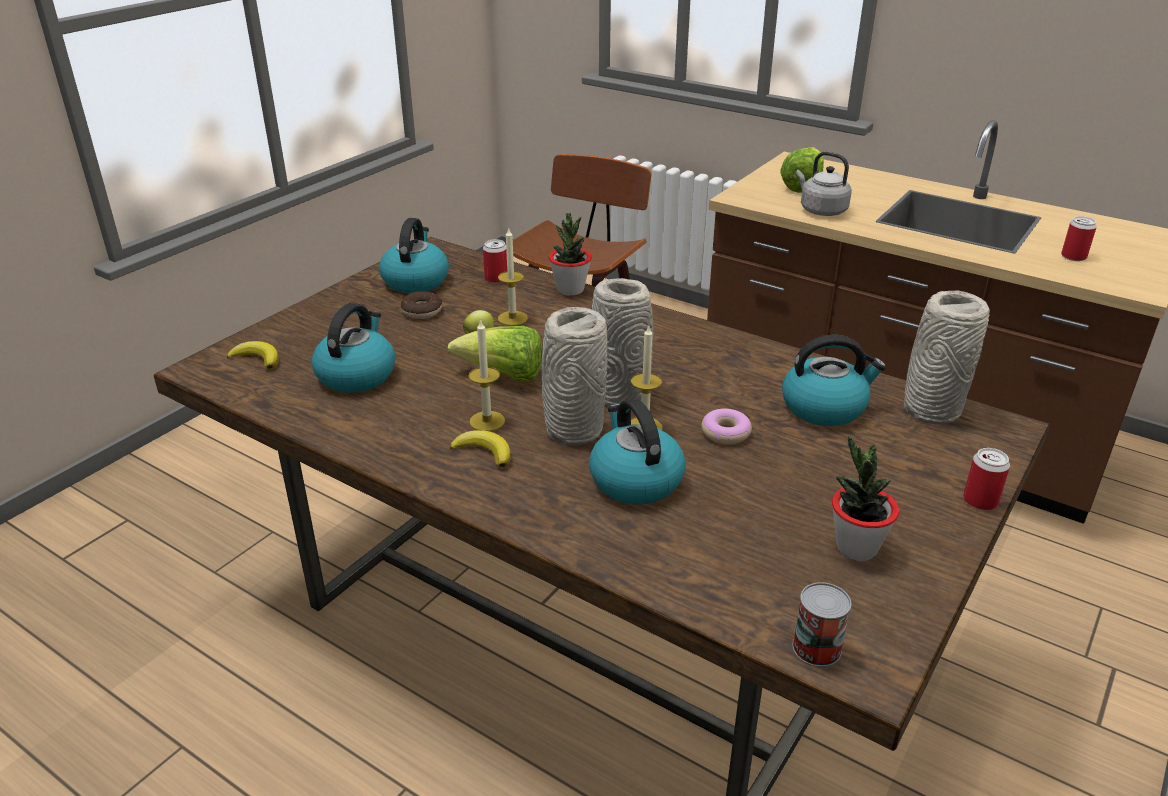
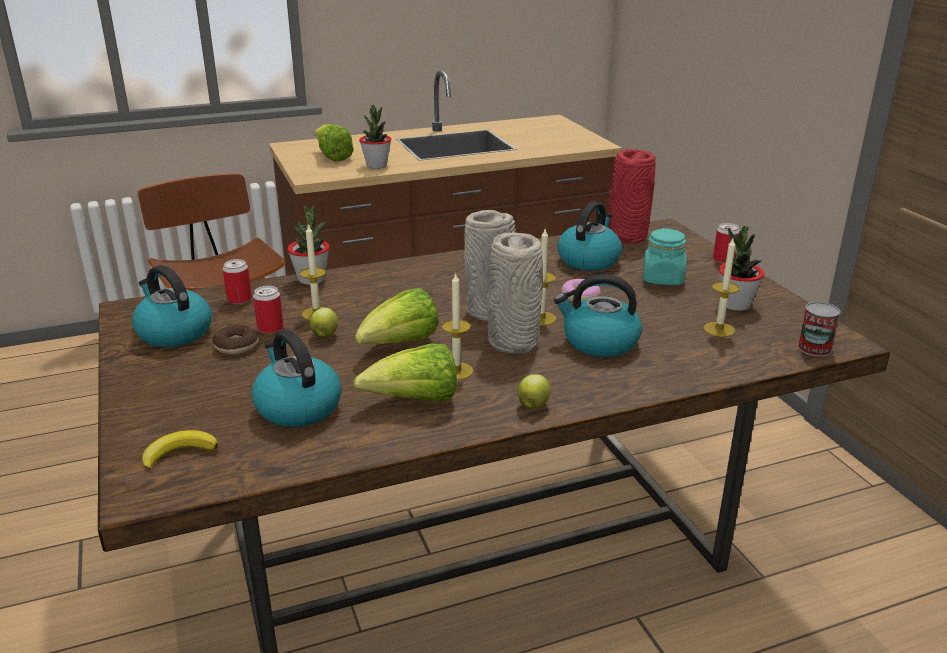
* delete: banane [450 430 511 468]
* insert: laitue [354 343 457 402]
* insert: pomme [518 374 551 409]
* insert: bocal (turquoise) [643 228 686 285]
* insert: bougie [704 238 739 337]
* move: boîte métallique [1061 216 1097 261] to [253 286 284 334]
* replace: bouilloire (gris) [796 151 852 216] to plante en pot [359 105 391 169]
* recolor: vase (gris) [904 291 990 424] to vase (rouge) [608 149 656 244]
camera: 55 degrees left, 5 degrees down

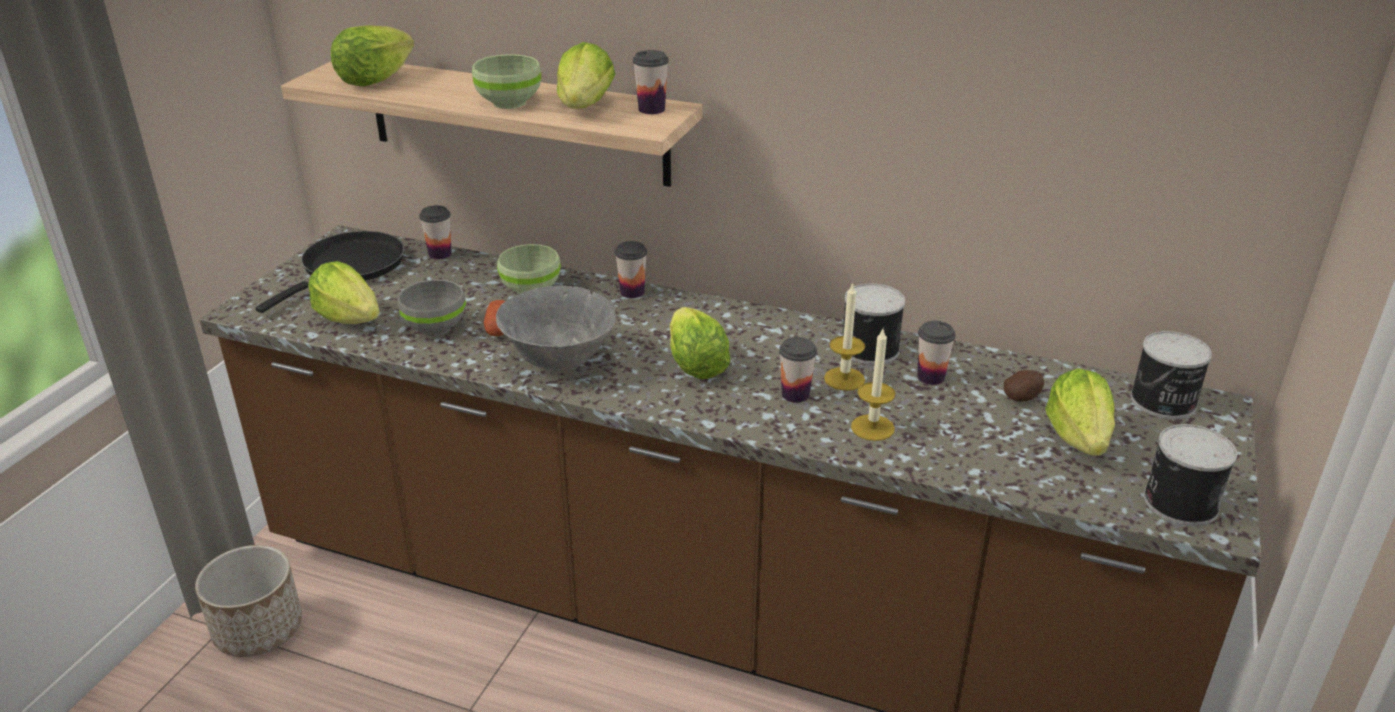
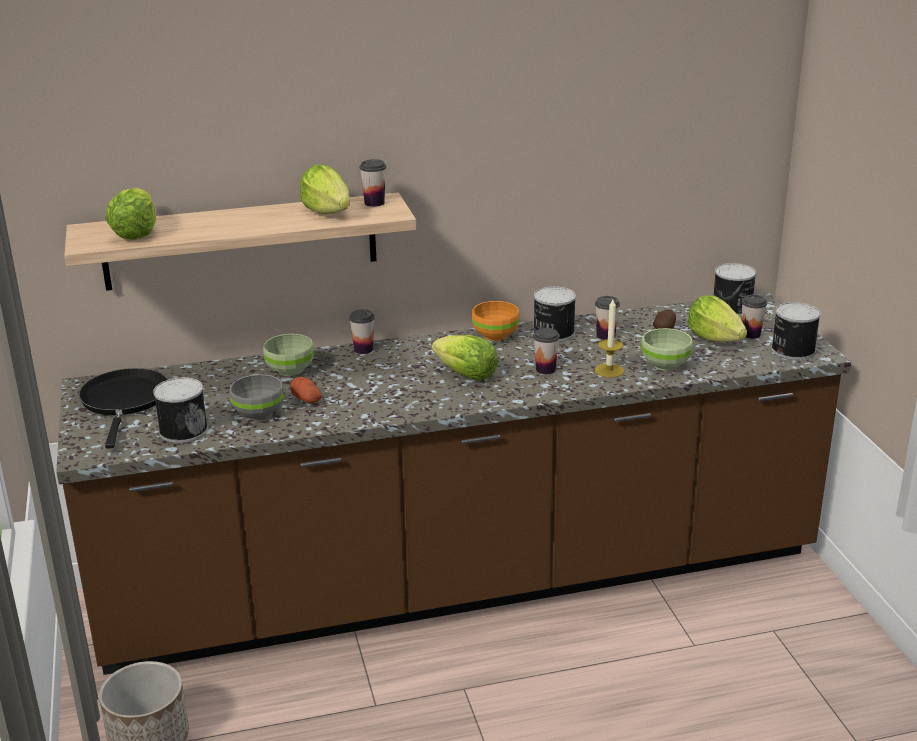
* delete: bol (gris) [496 286 616 370]
* delete: bougie [824 282 865 391]
* insert: bol (orange) [472 301 520 341]
* move: tasse [419 205 452 259] to [742 295 767 339]
* move: bol (vert) [472 54 541 109] to [641 328 693 371]
* replace: laitue [308 261 380 324] to boîte métallique [153 377 208 443]
camera: 35 degrees left, 5 degrees down

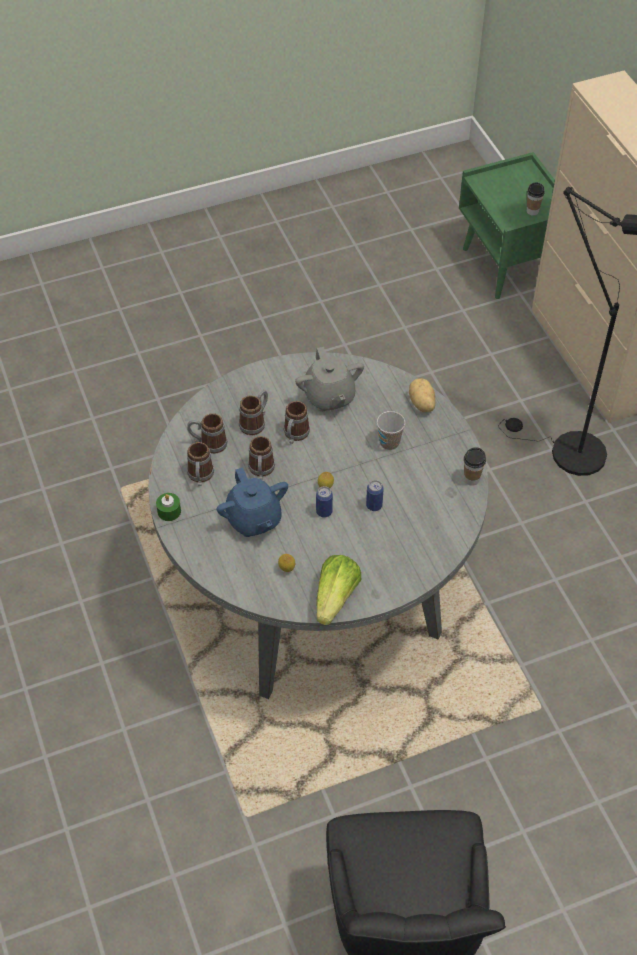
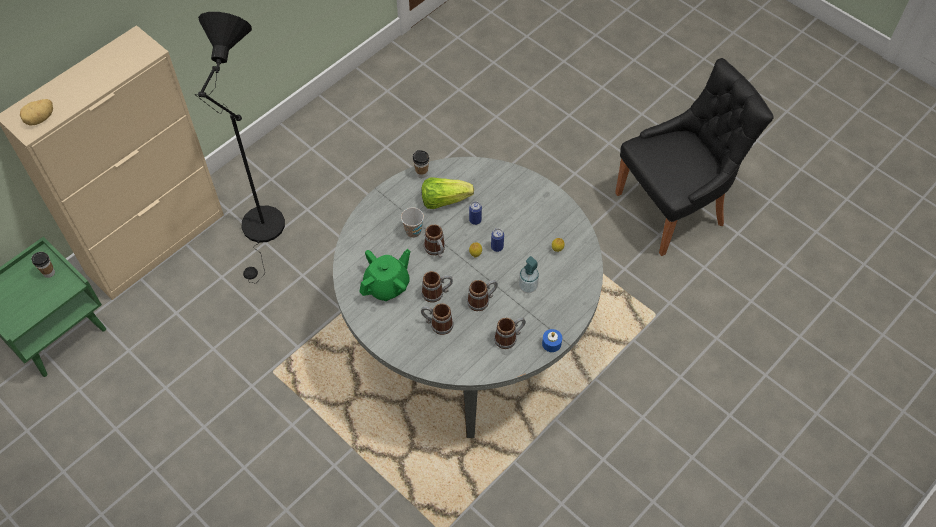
* move: mug [187 413 228 454] to [424 224 445 258]
* move: laitue [316 555 361 625] to [421 177 474 209]
* move: pomme de terre [409 378 435 412] to [20 99 53 126]
* replace: théière (bleu) [217 468 288 537] to distributeur de savon [519 256 539 293]
* recolor: bougie (vert) [156 493 181 521] to bougie (bleu) [542 329 562 352]
* recolor: théière (gris) [295 347 364 412] to théière (vert) [359 249 410 301]
camera: 115 degrees left, 5 degrees up

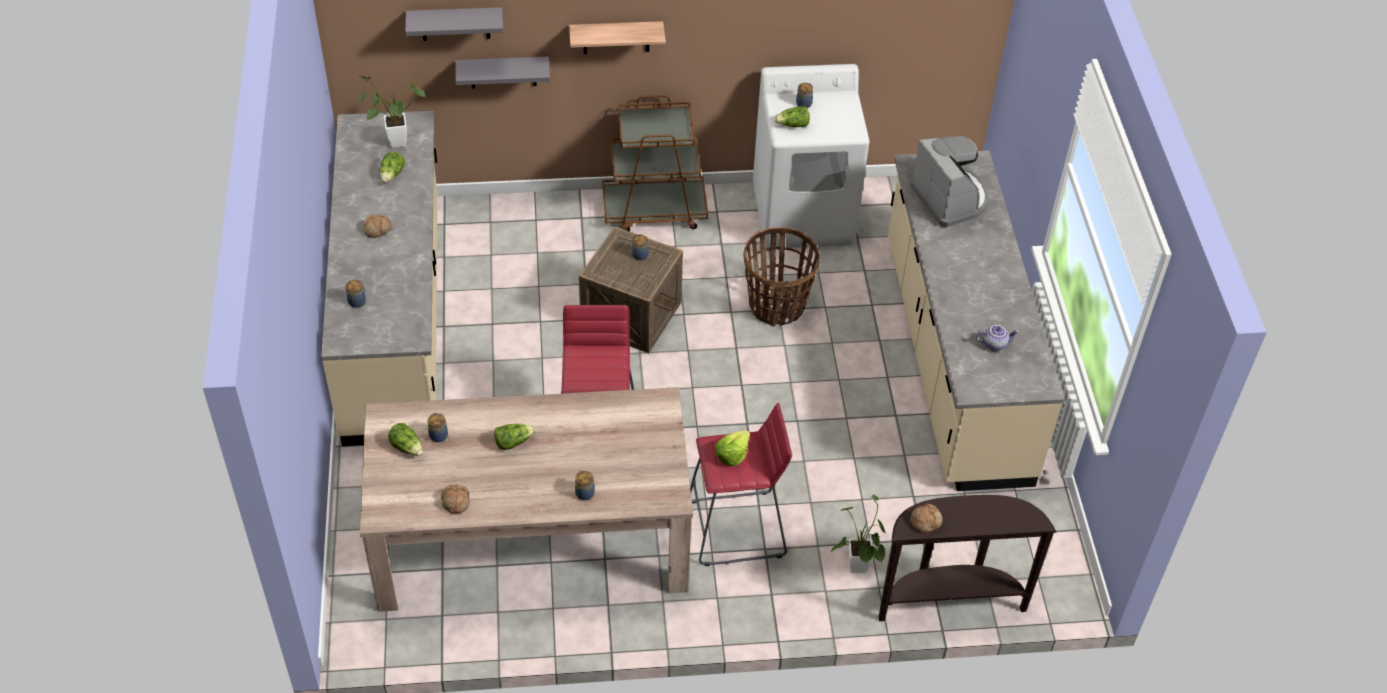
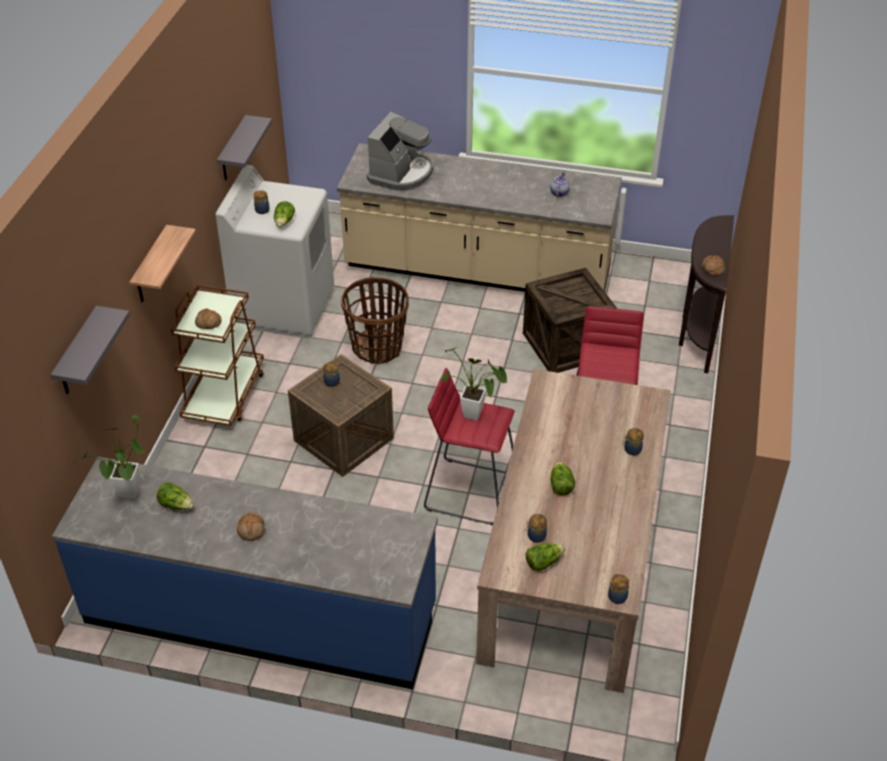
* delete: laitue [715 430 750 466]
* insert: caisse [523 268 617 373]
* move: bocal [346 280 366 308] to [608 574 629 604]
* move: pain [441 484 470 514] to [195 308 222 329]
* move: étagère (gris) [455 57 550 88] to [217 115 272 181]
* move: plante en pot [831 494 886 573] to [440 347 507 421]
* recolor: comptoir de cuisine (beige) [321 111 438 446] to comptoir de cuisine (bleu) [52 456 438 690]
* rotate: machine à café [910 136 989 228] = [367 112 433 191] 120 degrees clockwise
camera: 70 degrees left, 5 degrees down

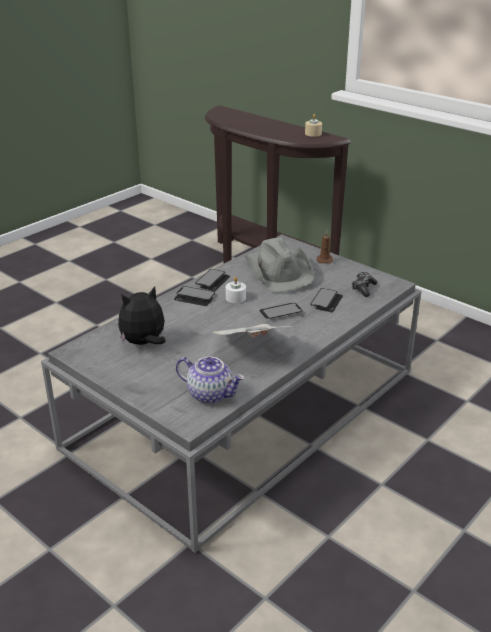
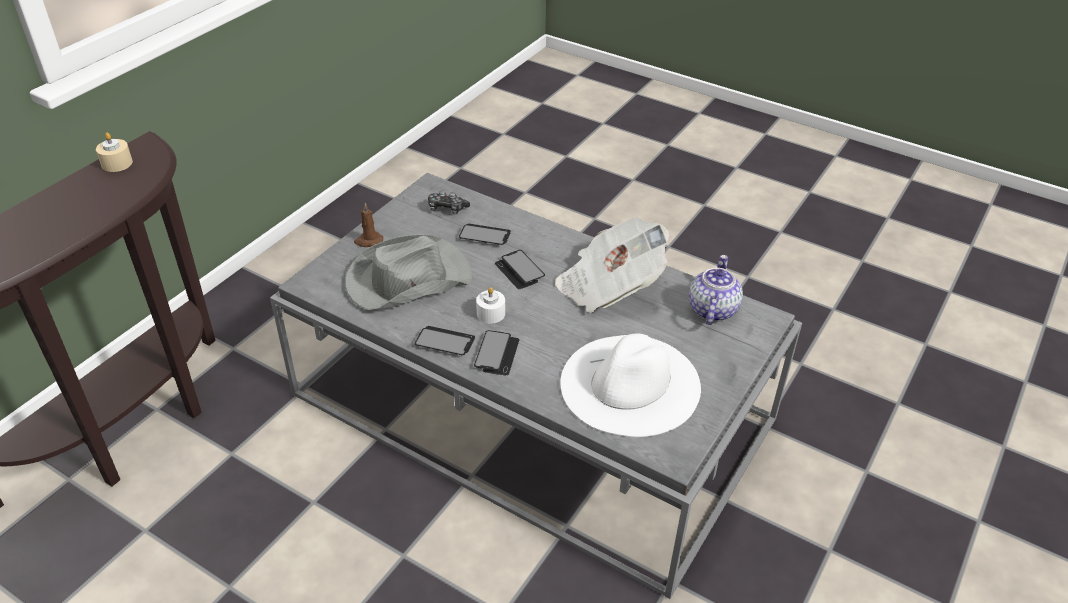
* replace: peluche [118 286 166 345] to chapeau (blanc) [560 334 701 437]
camera: 100 degrees left, 10 degrees up

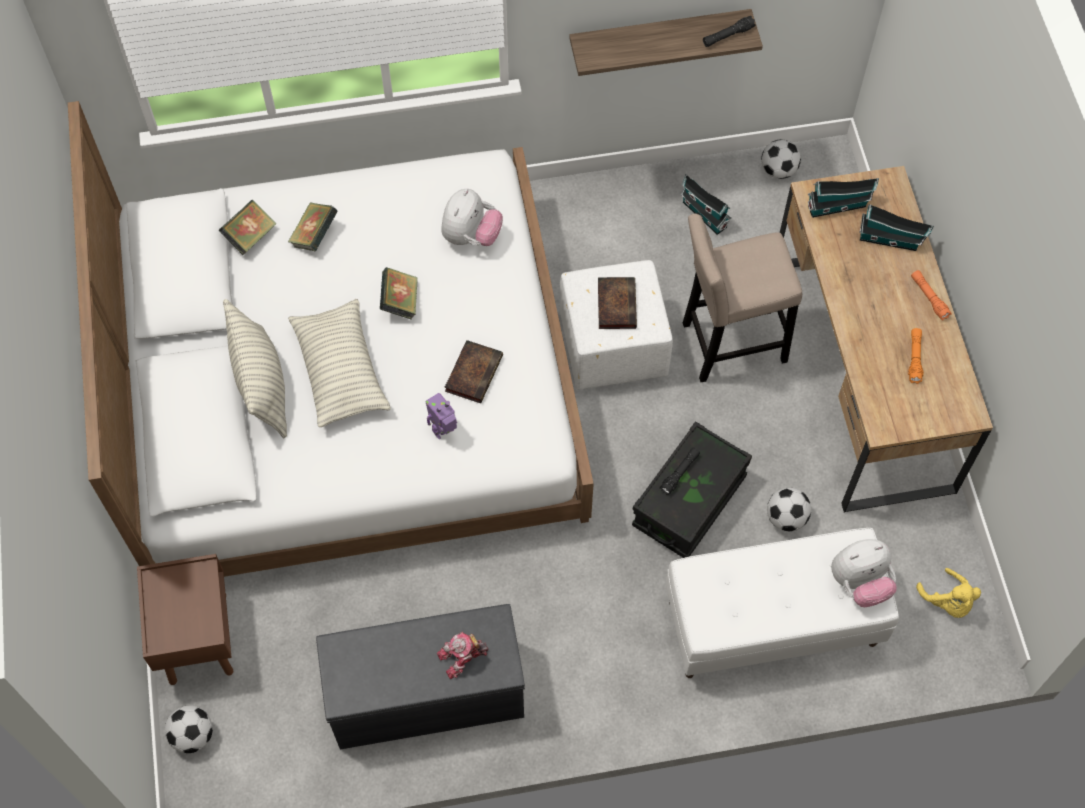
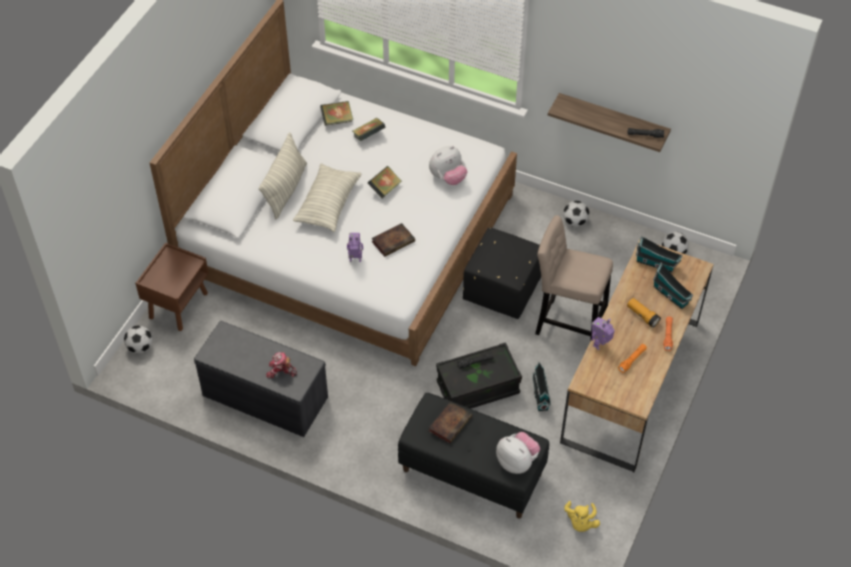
* insert: robot jouet [592 317 615 350]
* insert: lampe de poche [627 298 661 328]
* move: livre [598 277 637 329] to [429 402 472 444]
* move: maison miniature [681 174 732 235] to [532 362 551 411]
* move: ballon de foot [767 487 811 532] to [563 201 589 227]
* recolor: pouf (blanc) [560 260 673 390] to pouf (noir) [463 227 541 319]
* recolor: banc (blanc) [666 528 899 678] to banc (noir) [398 393 549 519]
* rotate: peluche [831 539 897 607] = [496 432 540 474] 150 degrees counterclockwise
camera: 35 degrees right, 10 degrees down

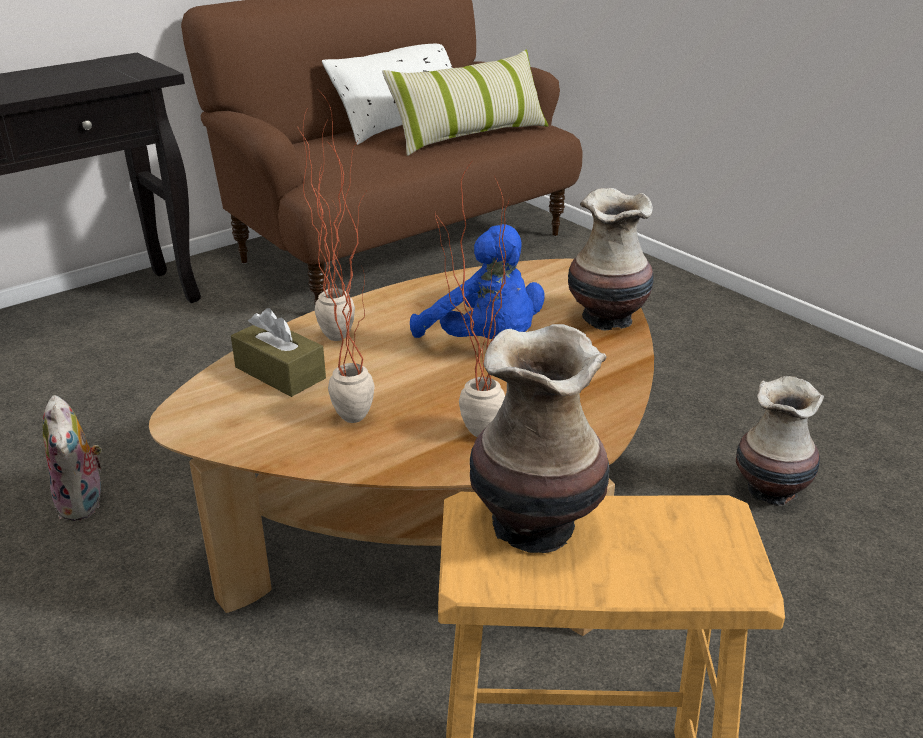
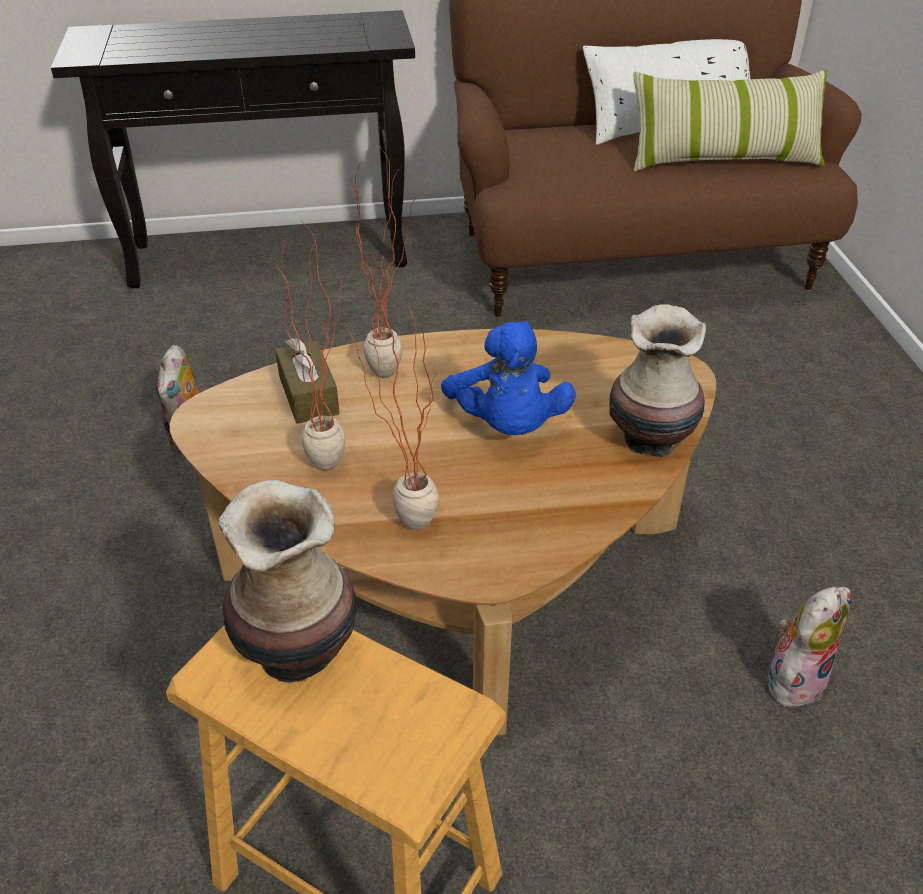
* replace: vase [736 376 824 506] to peluche [768 587 851 713]
camera: 30 degrees right, 10 degrees up

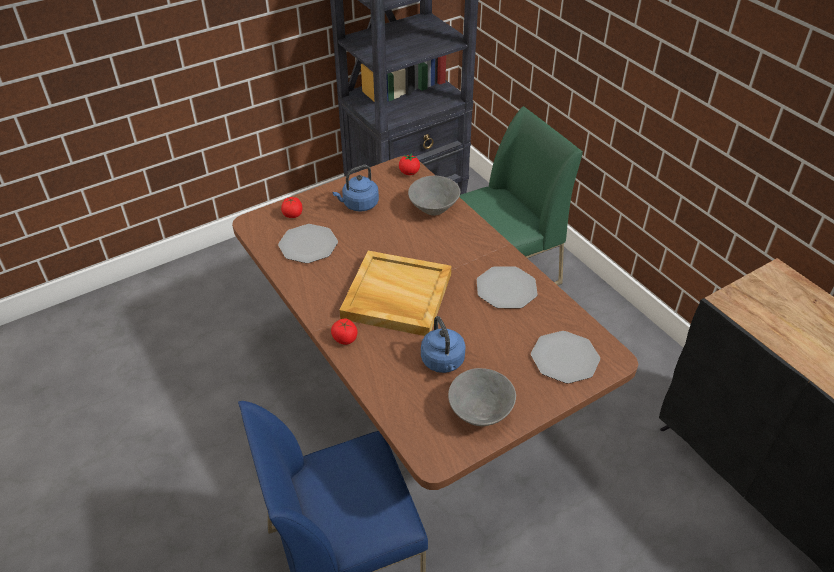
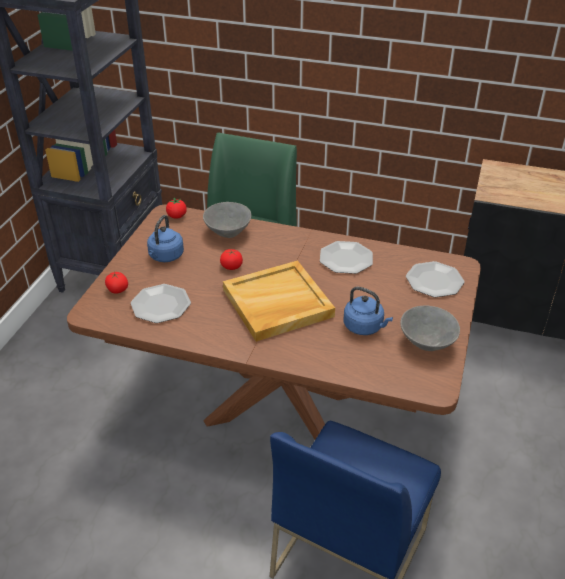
* move: tomate [331 319 358 345] to [220 249 243 270]
camera: 40 degrees left, 5 degrees down

